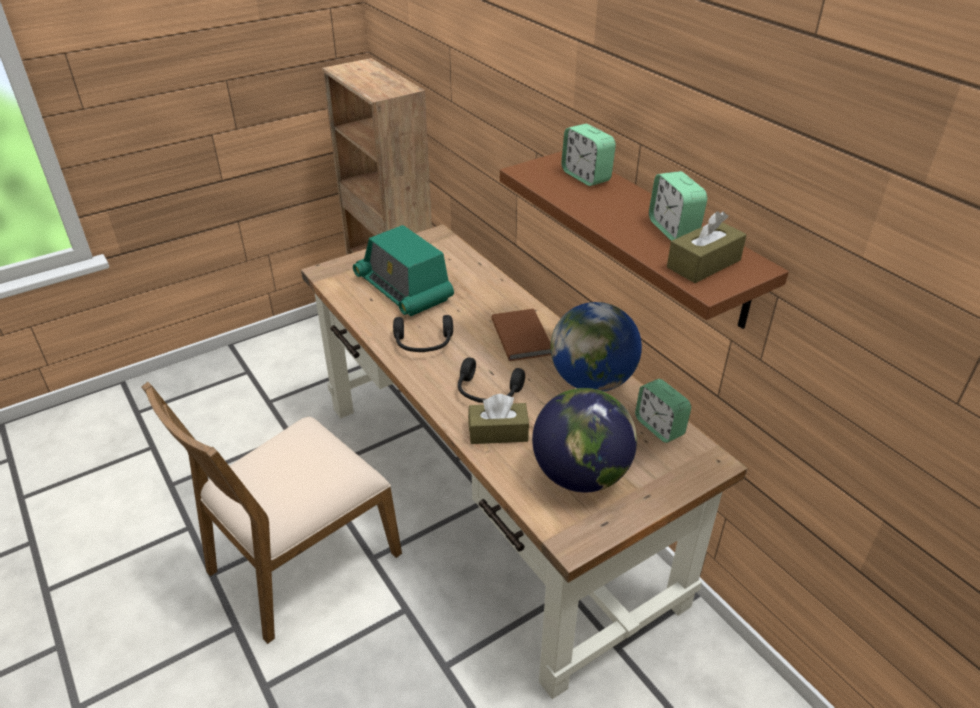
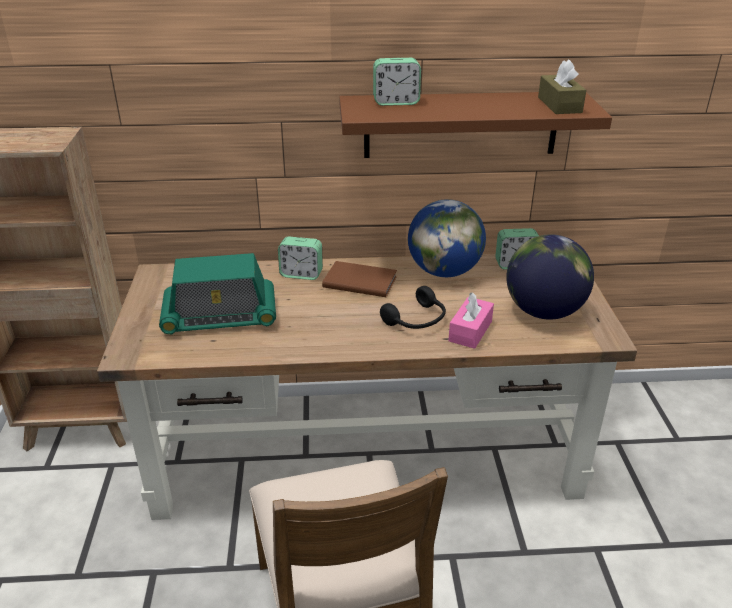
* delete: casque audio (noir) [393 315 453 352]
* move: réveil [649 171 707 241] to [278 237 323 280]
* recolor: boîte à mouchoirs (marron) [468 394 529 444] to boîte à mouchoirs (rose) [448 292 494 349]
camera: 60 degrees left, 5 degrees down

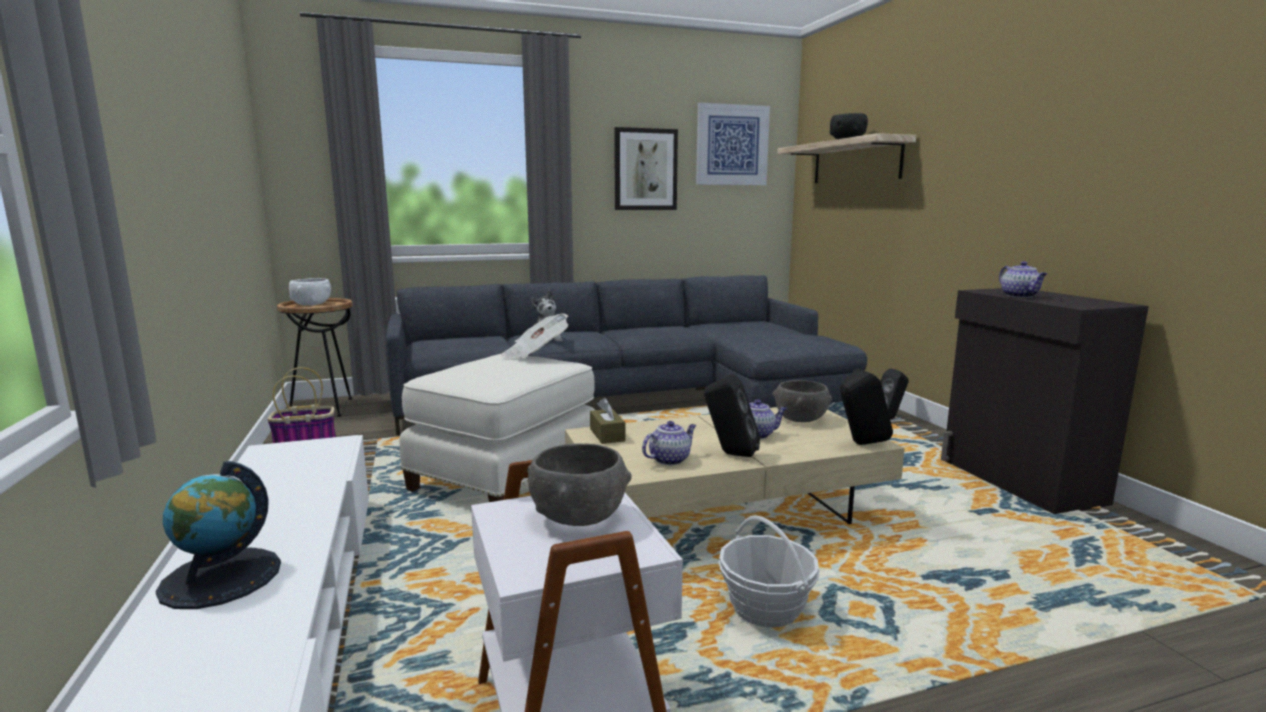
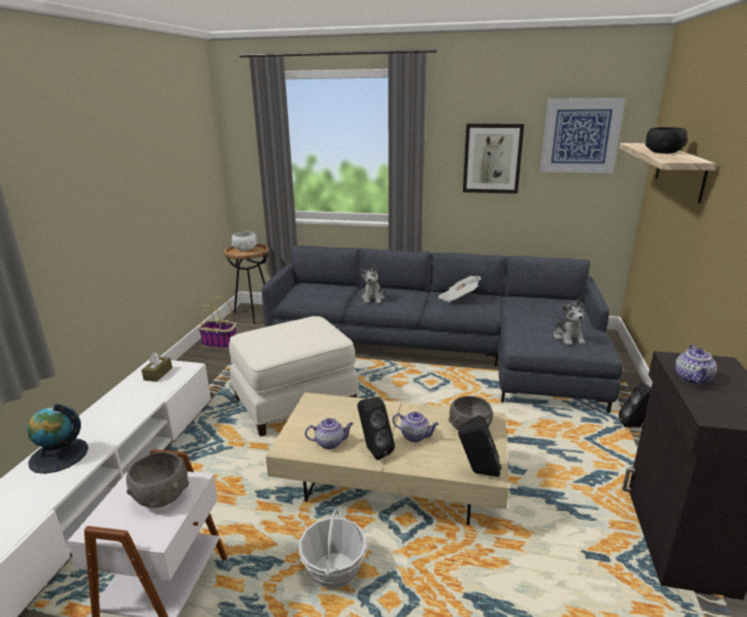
* insert: peluche [553 299 585 345]
* move: journal [501 313 569 358] to [438 276 481 302]
* move: boîte à mouchoirs (marron) [590 398 625 444] to [142 353 172 382]
camera: 30 degrees right, 10 degrees up

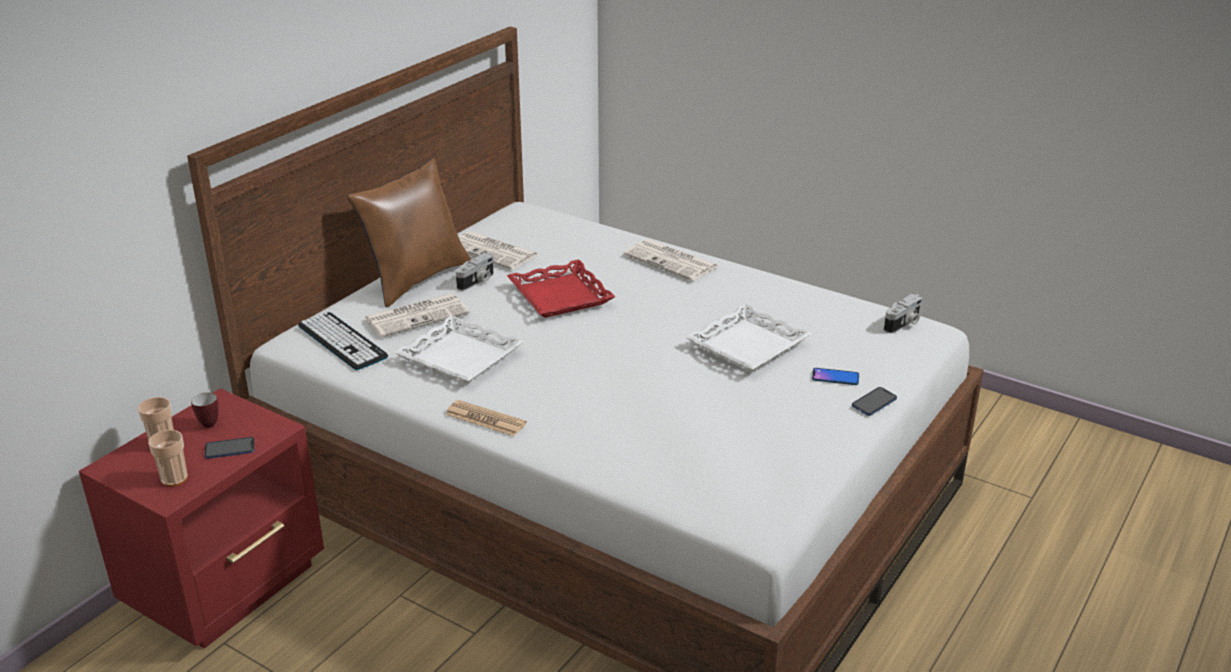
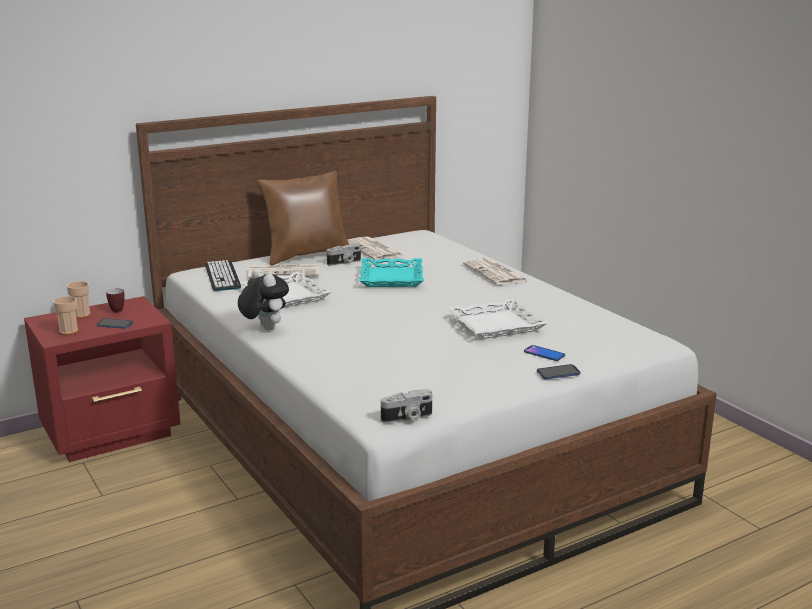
* move: appareil photo [884 294 923 333] to [381 389 432 423]
* replace: journal [445 400 527 436] to peluche [238 268 289 330]
* recolor: plateau (rouge) [507 260 615 318] to plateau (turquoise) [359 258 424 287]
camera: 25 degrees right, 10 degrees down

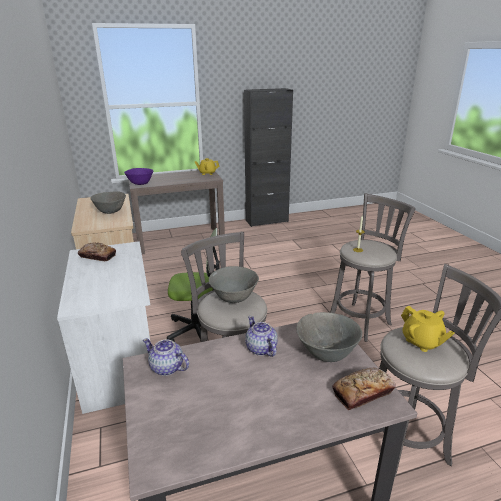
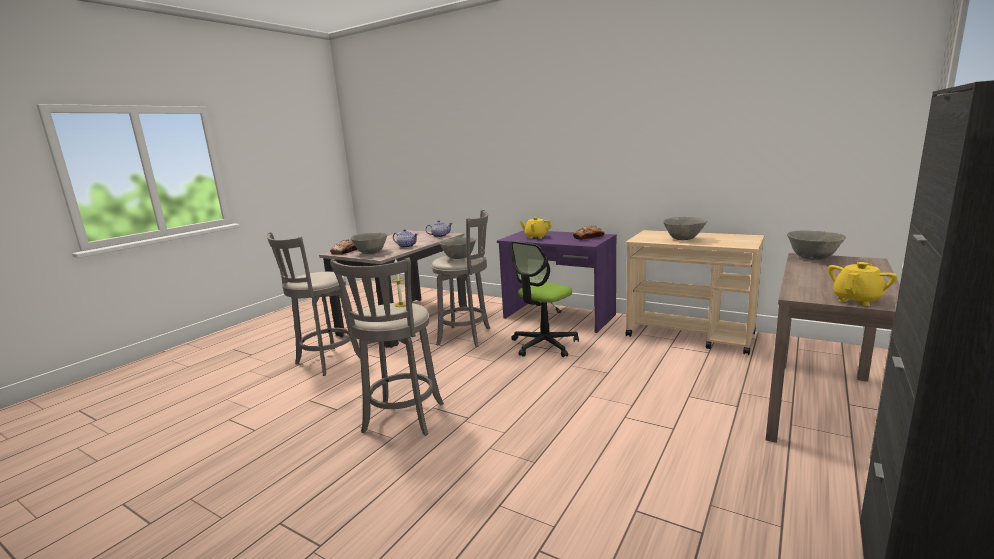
* move: théière (jaune) [401 306 455 352] to [519 217 552 239]
* recolor: bureau (blanc) [57 241 150 414] to bureau (violet) [497 230 617 333]
* recolor: bol (violet) [124 168 153 185] to bol (gris) [787 231 846 260]
camera: 140 degrees right, 10 degrees down

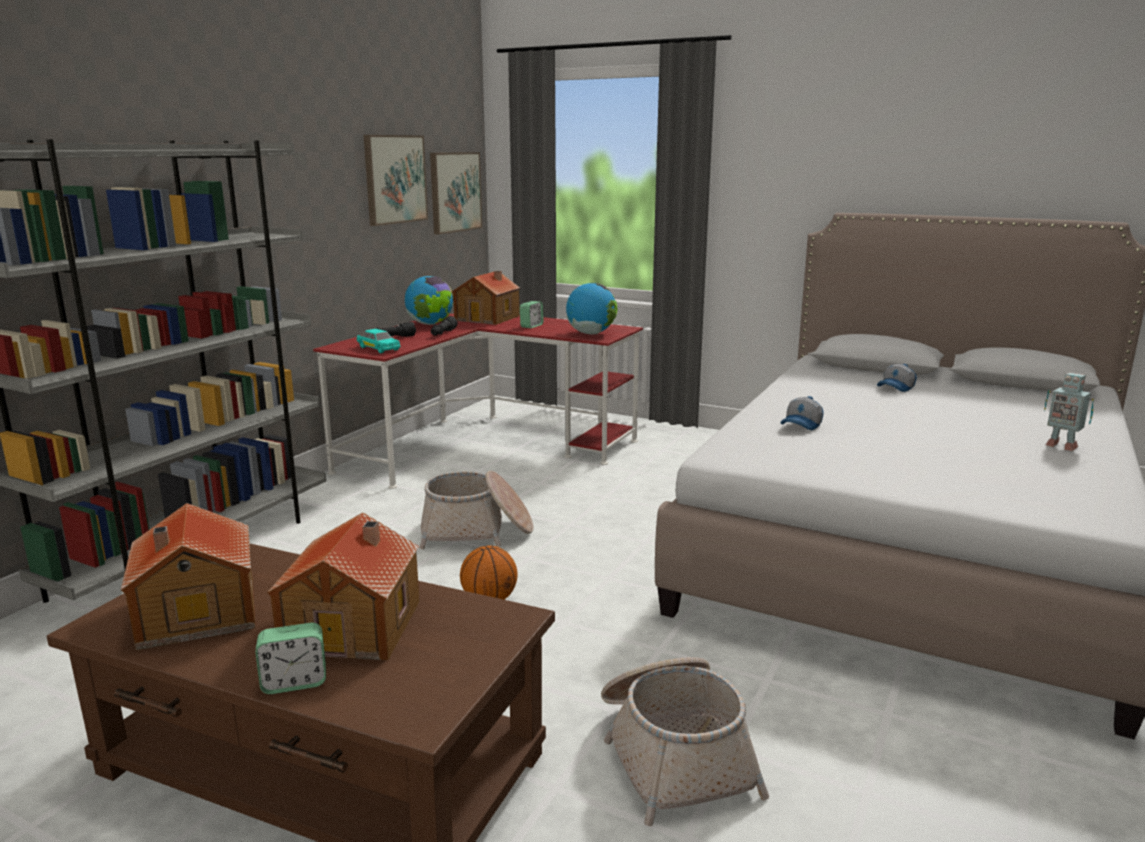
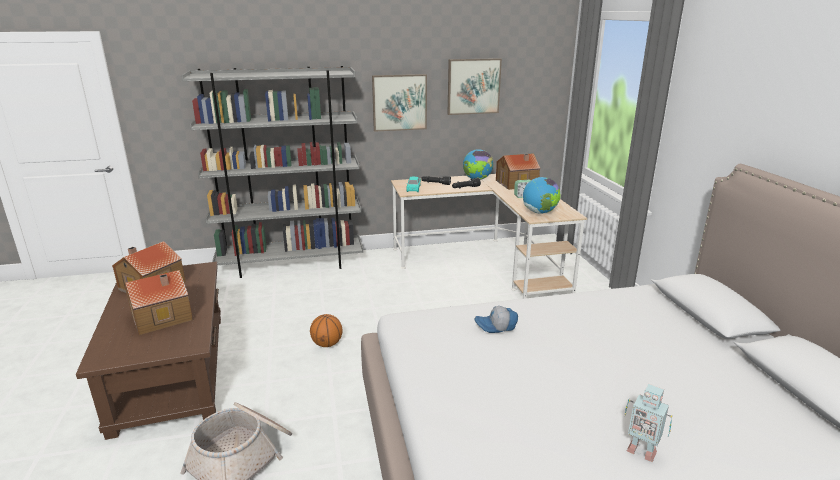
* delete: réveil [255 623 326 694]
* delete: panier [419 471 533 550]
* delete: casquette [877 364 917 392]
* move: tableau [430 152 482 235] to [372 74 427 132]
* recolor: bureau (rouge) [313 314 643 489] to bureau (beige) [391 174 587 299]
* rotate: robot jouet [1044 373 1094 451] = [625 384 672 462] 60 degrees counterclockwise
camera: 50 degrees right, 5 degrees up

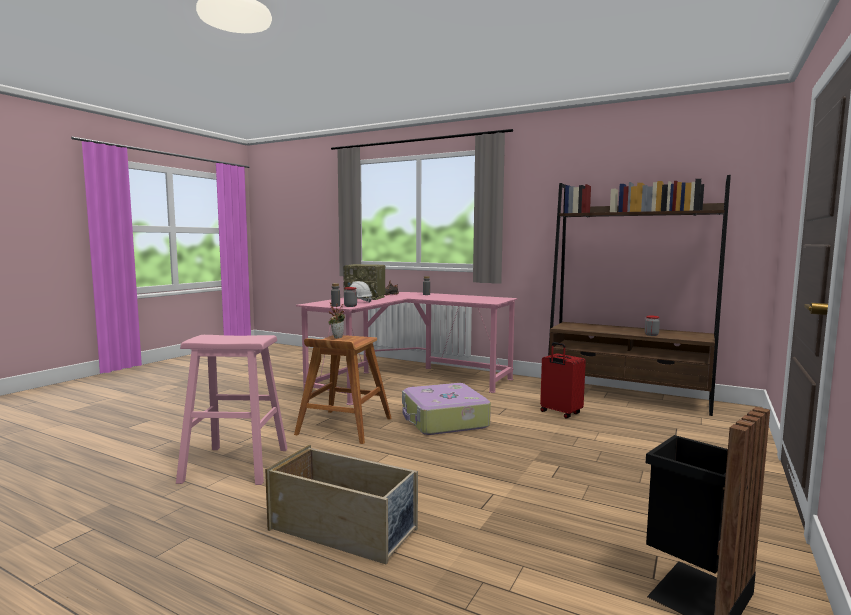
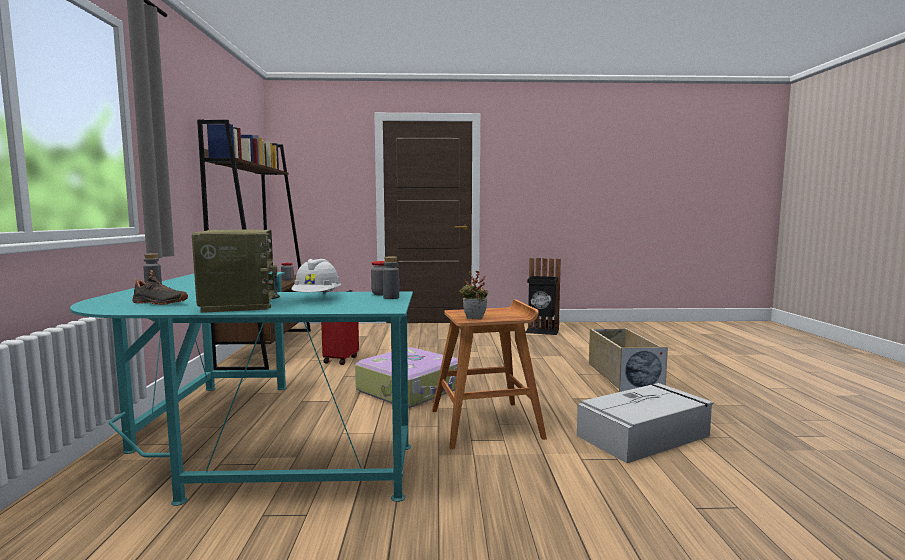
* replace: tabouret (rose) [176 335 288 485] to boîte de rangement (gris) [577 383 713 463]
* recolor: bureau (rose) [296 292 518 405] to bureau (turquoise) [70 272 413 506]
camera: 120 degrees left, 0 degrees up

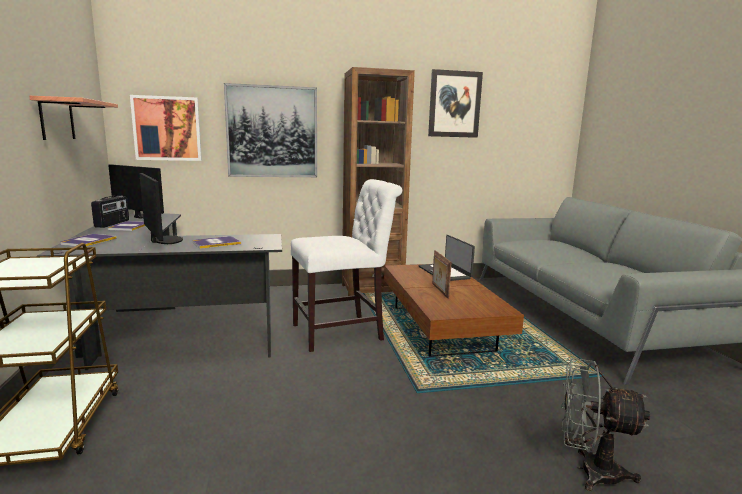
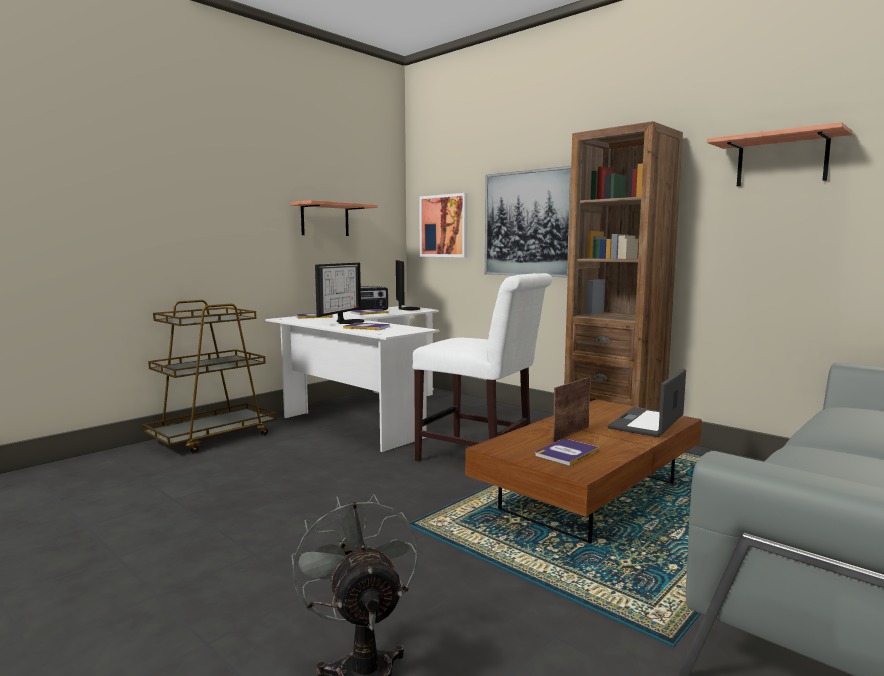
* insert: livre [535 439 600 466]
* replace: tableau [428 69 483 138] to étagère [707 122 853 186]
* recolor: bureau (noir) [37 213 282 370] to bureau (blanc) [265 306 440 452]
camera: 55 degrees right, 5 degrees down

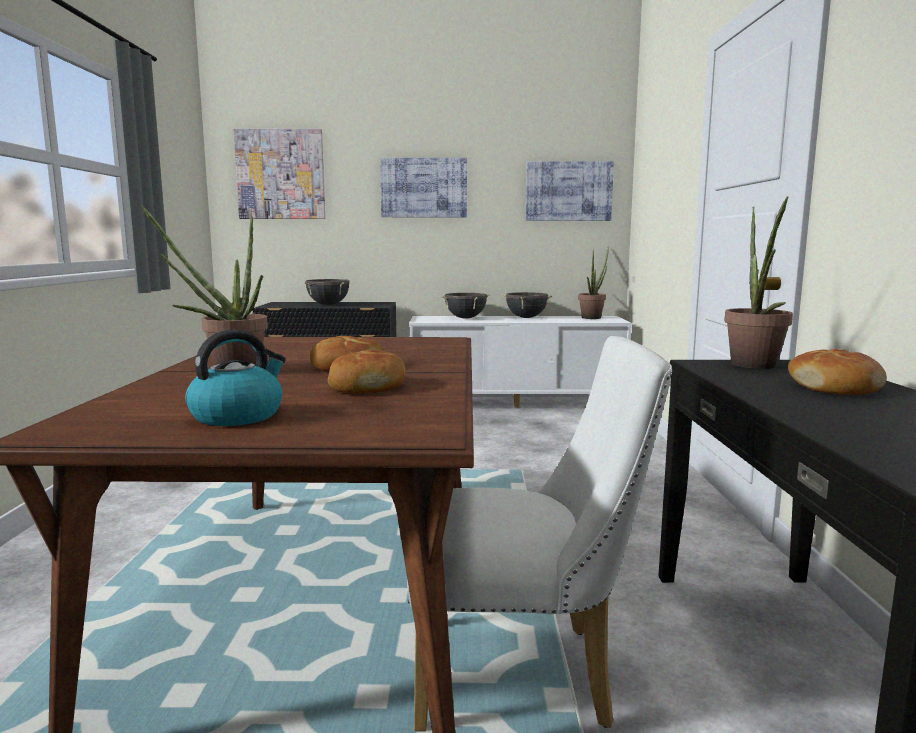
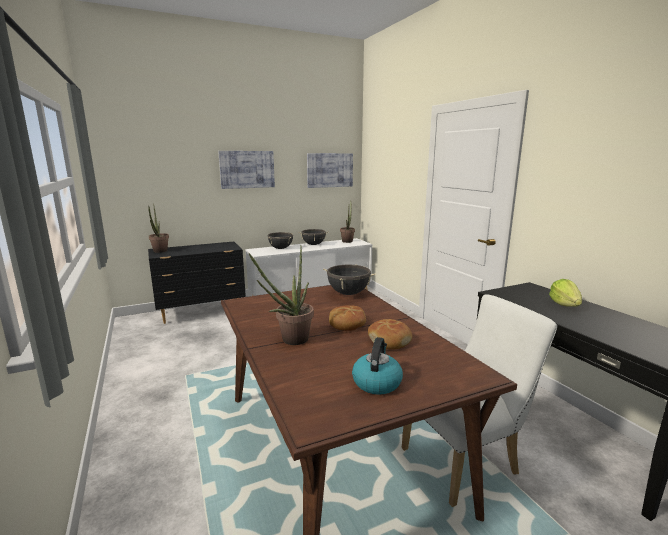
* delete: tableau [234 129 325 219]
* move: marmite (noir) [304 279 350 305] to [323 264 376 295]
* move: plante en pot [724 196 793 369] to [148 203 169 253]
* replace: pain [788 349 887 395] to laitue [549 279 582 307]
camera: 25 degrees left, 5 degrees up

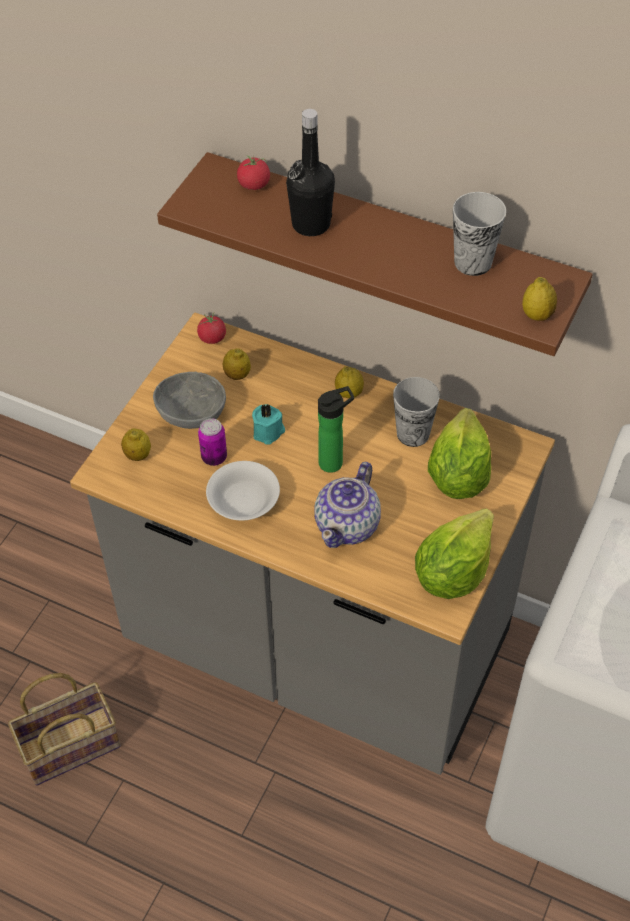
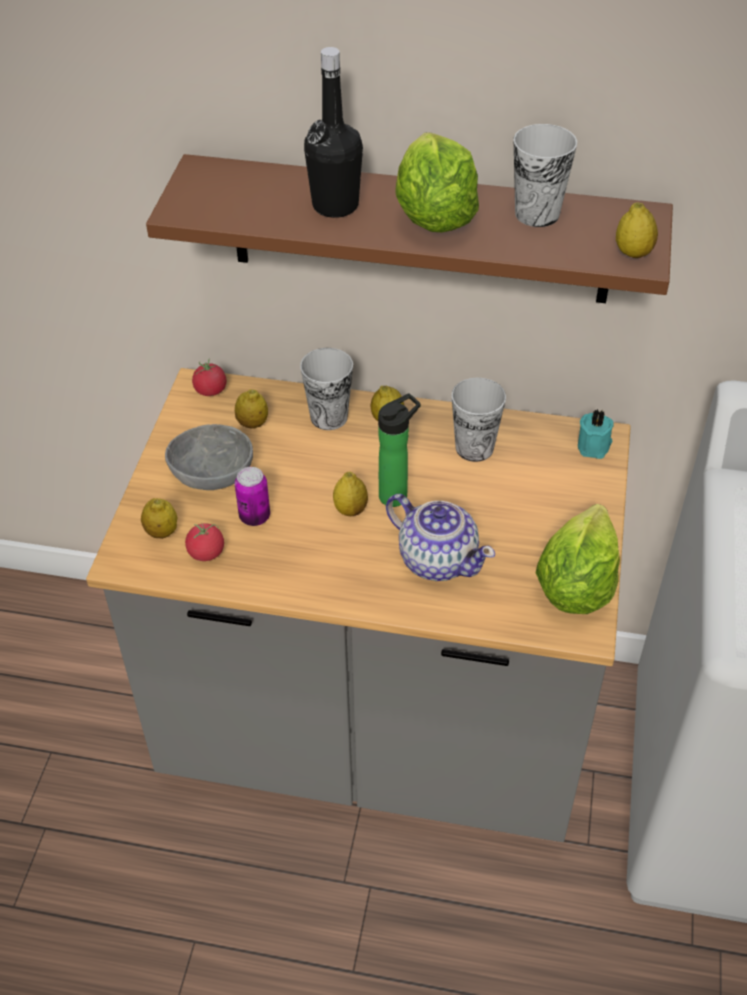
* delete: panier [8 673 121 786]
* delete: bol (blanc) [206 461 280 521]
* insert: tasse [300 348 353 430]
* insert: citron [333 472 368 516]
* move: tomate [237 155 270 190] to [185 523 224 561]
* move: bougie (turquoise) [252 405 285 445] to [578 409 614 459]
* move: laitue [428 408 491 499] to [396 132 479 232]
* rotate: théière [314 462 381 548] = [386 494 495 581] 60 degrees counterclockwise
camera: 15 degrees left, 5 degrees down

